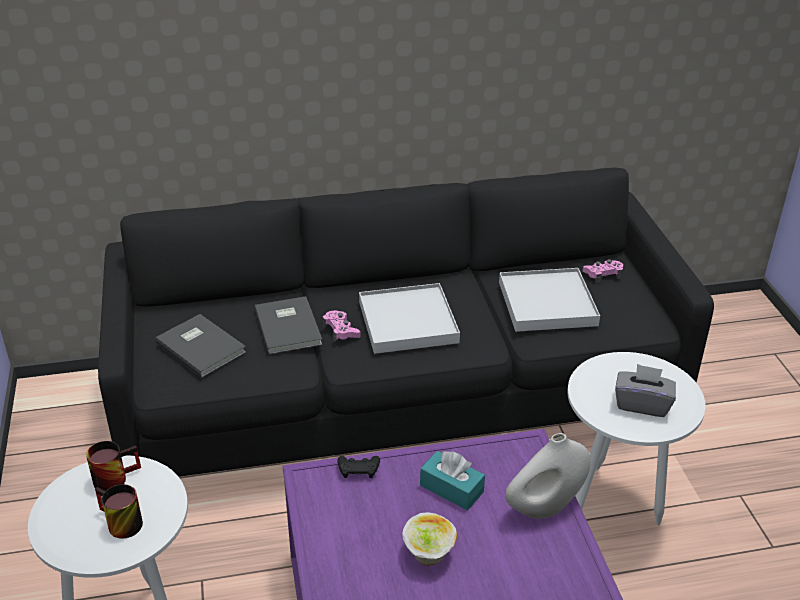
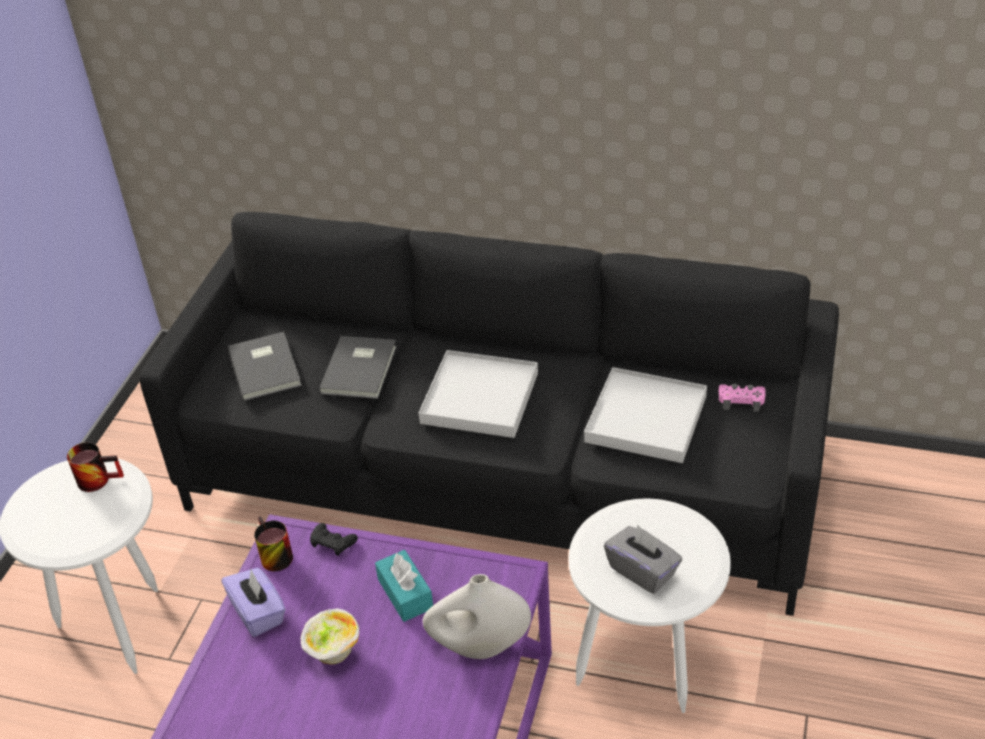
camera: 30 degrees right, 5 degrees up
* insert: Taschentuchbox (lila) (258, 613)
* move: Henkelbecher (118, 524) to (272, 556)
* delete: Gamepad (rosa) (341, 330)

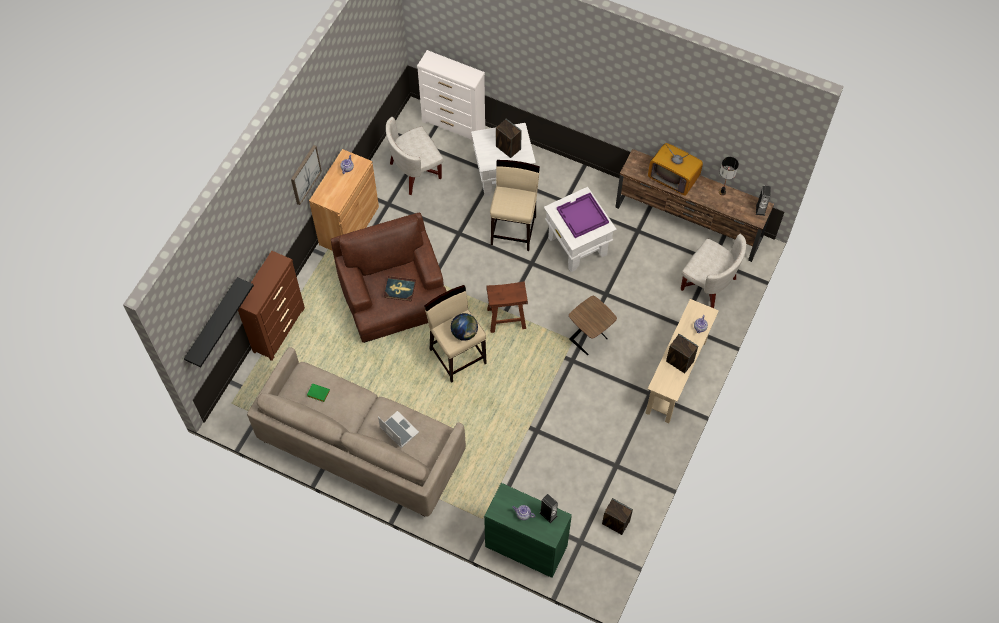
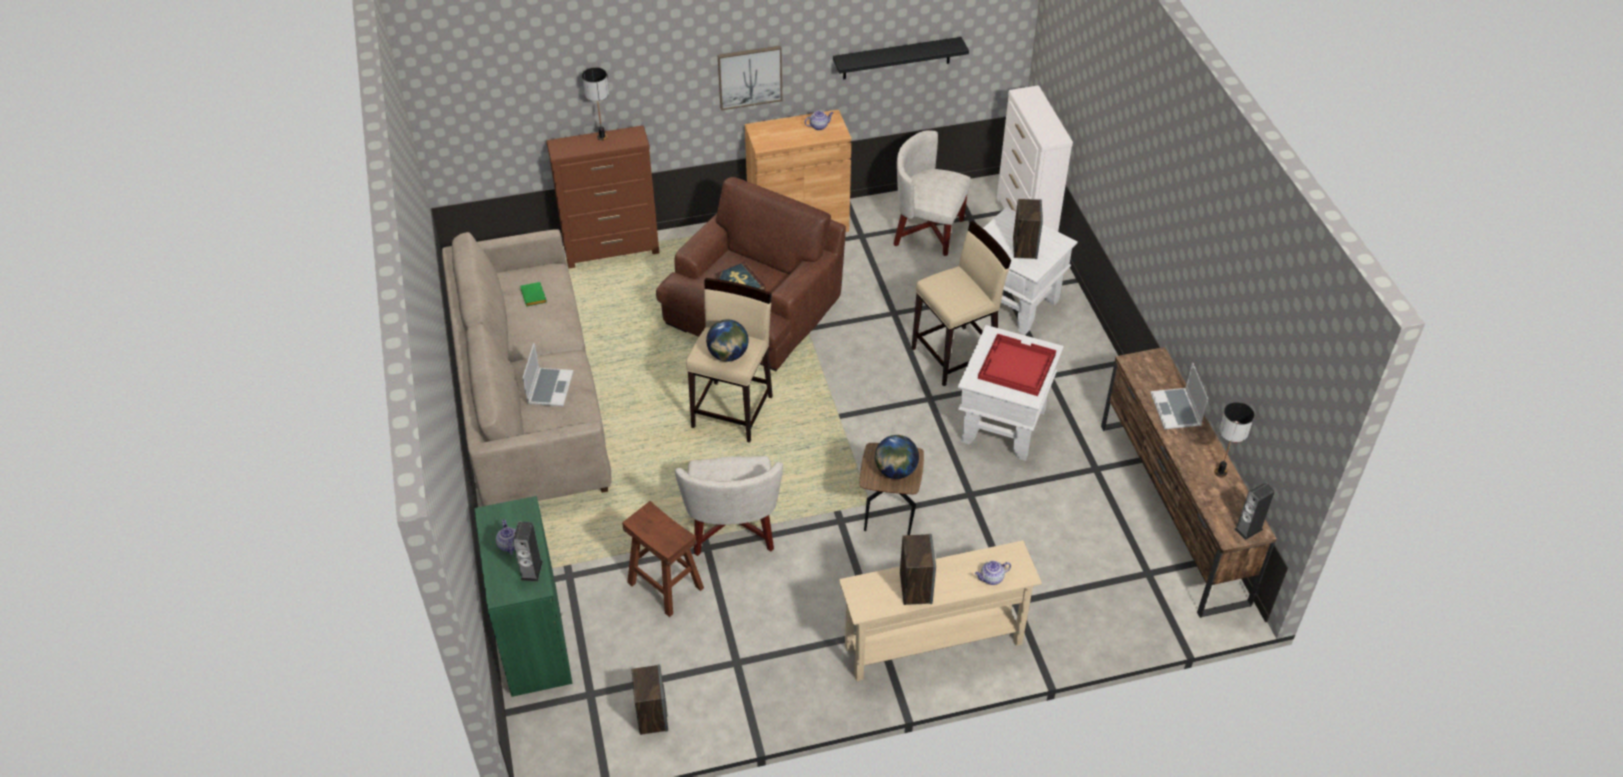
camera: 50 degrees right, 15 degrees down
* insert: Tischlampe (602, 137)
* move: Hocker (braun) (506, 319) to (665, 585)
* move: Sessel (weiß) (708, 285) to (732, 528)
* move: Wandregal (schwarz) (212, 322) to (897, 58)
* insert: Globus (895, 471)
* recolor: Tablett (lila) (582, 216) to Tablett (rot) (1016, 366)
* replace: Fernseher (673, 177) to Laptop (1176, 410)

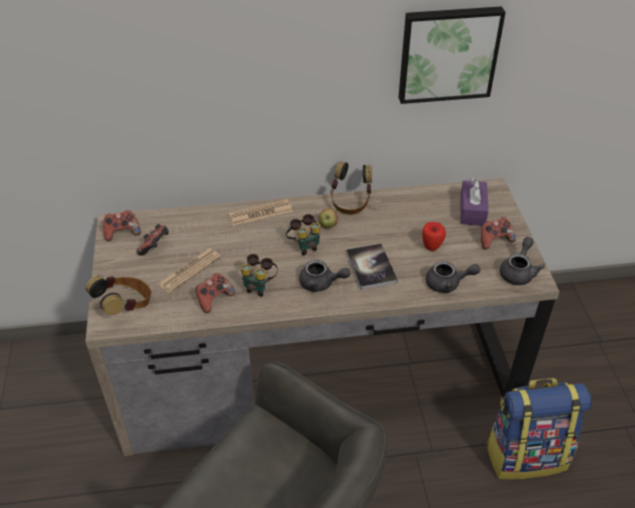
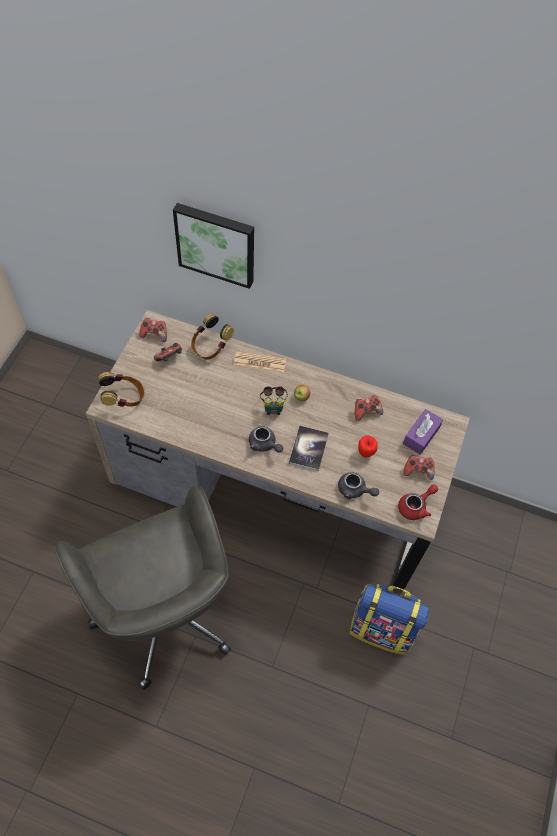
camera: 25 degrees right, 15 degrees up
* move: Bild (448, 53) to (216, 243)
* move: Kopfhörer (350, 202) to (210, 347)
* move: Gamepad (214, 299) to (366, 411)
* recolor: Teekanne (grau) (518, 271) to Teekanne (rot) (415, 506)
* delete: Zeitung (189, 270)
* delete: Fernglas (259, 286)

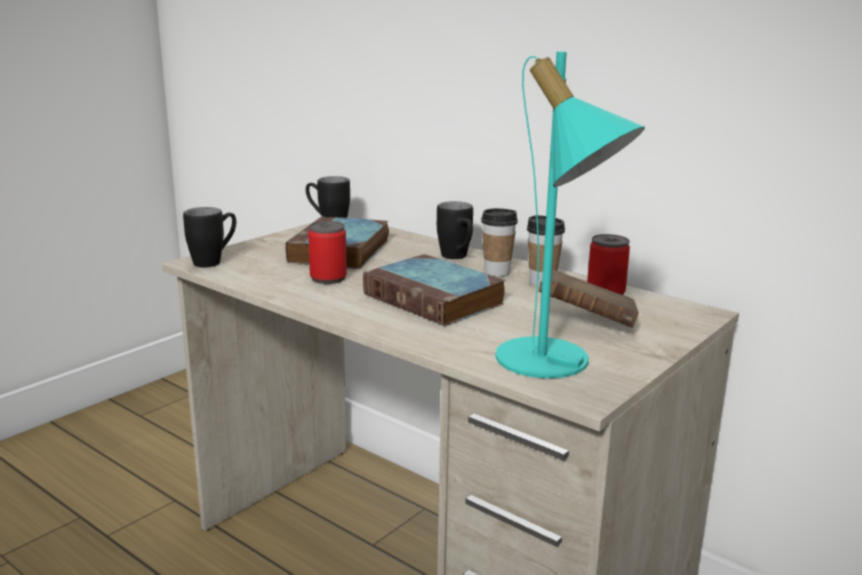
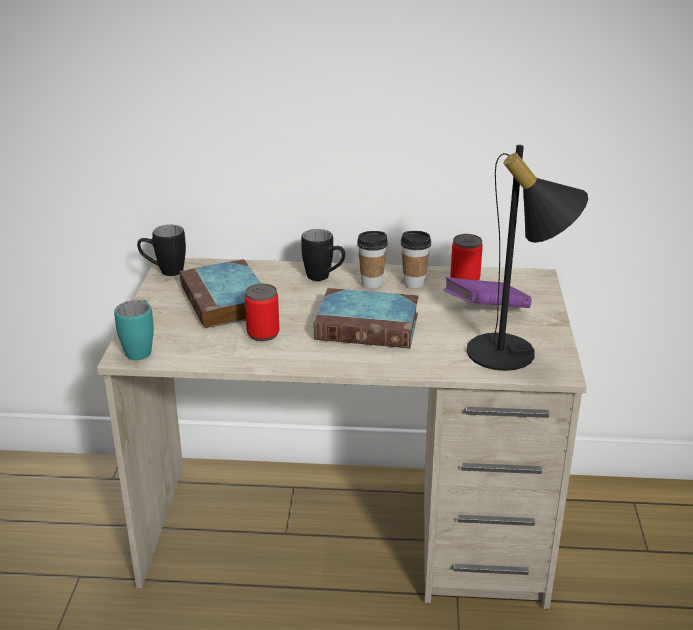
camera: 35 degrees left, 10 degrees up
* recolor: Henkelbecher (schwarz) (214, 261) to Henkelbecher (türkis) (141, 349)
* recolor: Buch (braun) (585, 322) to Buch (lila) (485, 311)
* recolor: Tischlampe (türkis) (555, 365) to Tischlampe (schwarz) (514, 354)

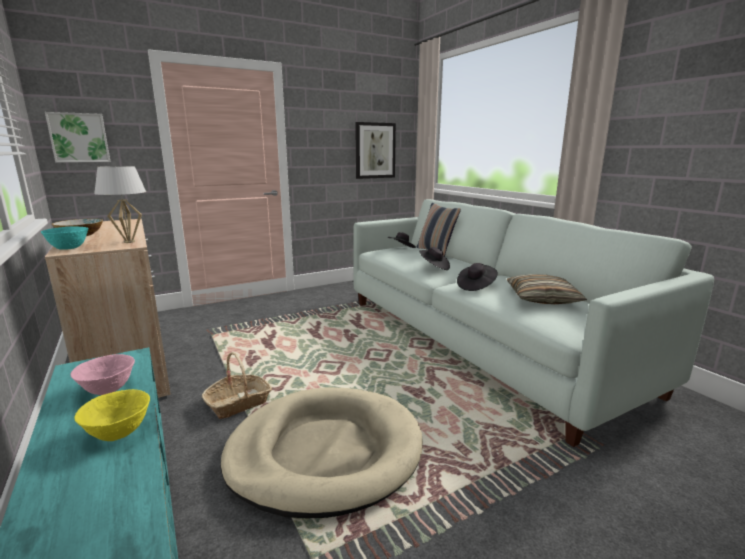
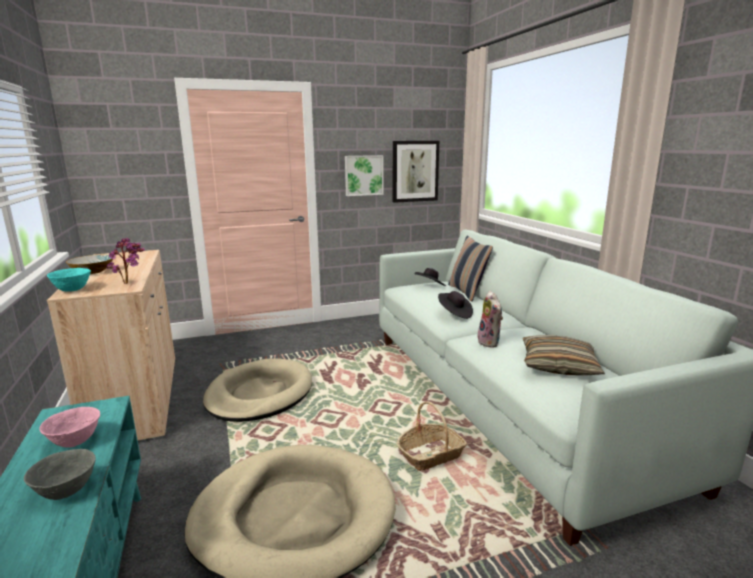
camera: 10 degrees right, 0 degrees up
* recolor: Schüssel (gelb) (119, 433) to Schüssel (grau) (66, 491)
* replace: Tischlampe (weiß) (129, 242) to Topfpflanze (130, 283)
* insert: Hundebett (beige) (259, 394)
* move: Bild (79, 138) to (363, 175)
* move: Korb (238, 403) to (431, 455)
* replace: Hut (schwarz) (476, 286) to Plüschtier (490, 342)

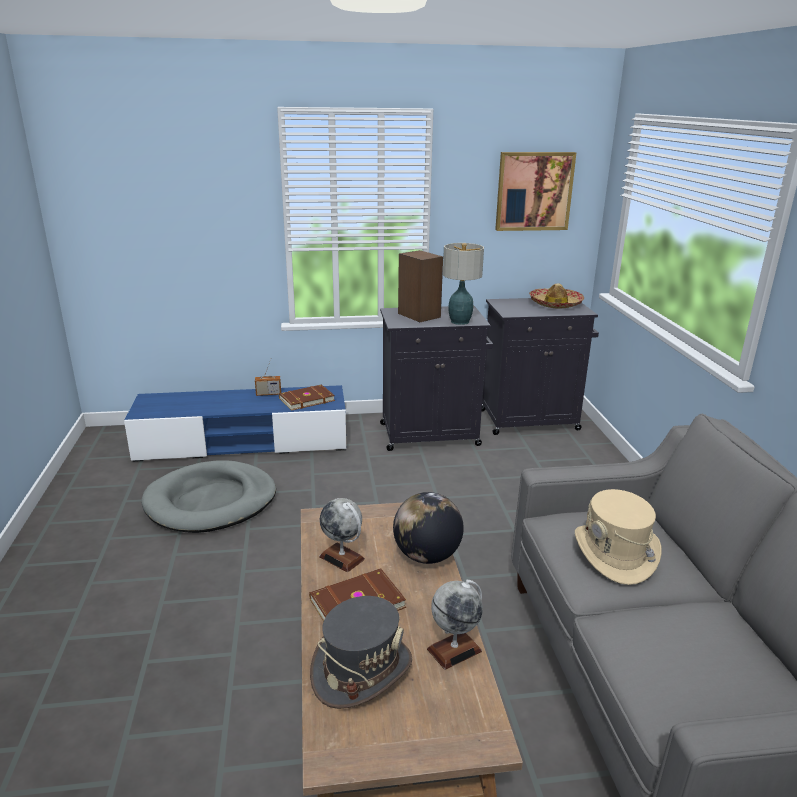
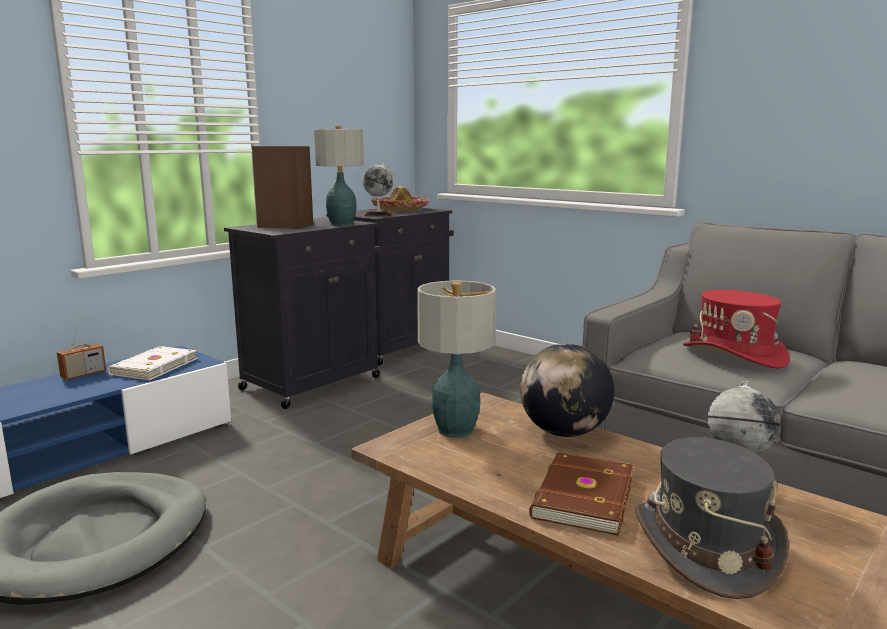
camera: 40 degrees left, 10 degrees down
* recolor: Buch (braun) (306, 399) to Buch (weiß) (153, 366)
* move: Globus (342, 558) to (378, 215)
* insert: Tischlampe (456, 430)
* recolor: Hut (beige) (615, 554) to Hut (rot) (734, 355)
* delete: Bild (534, 191)

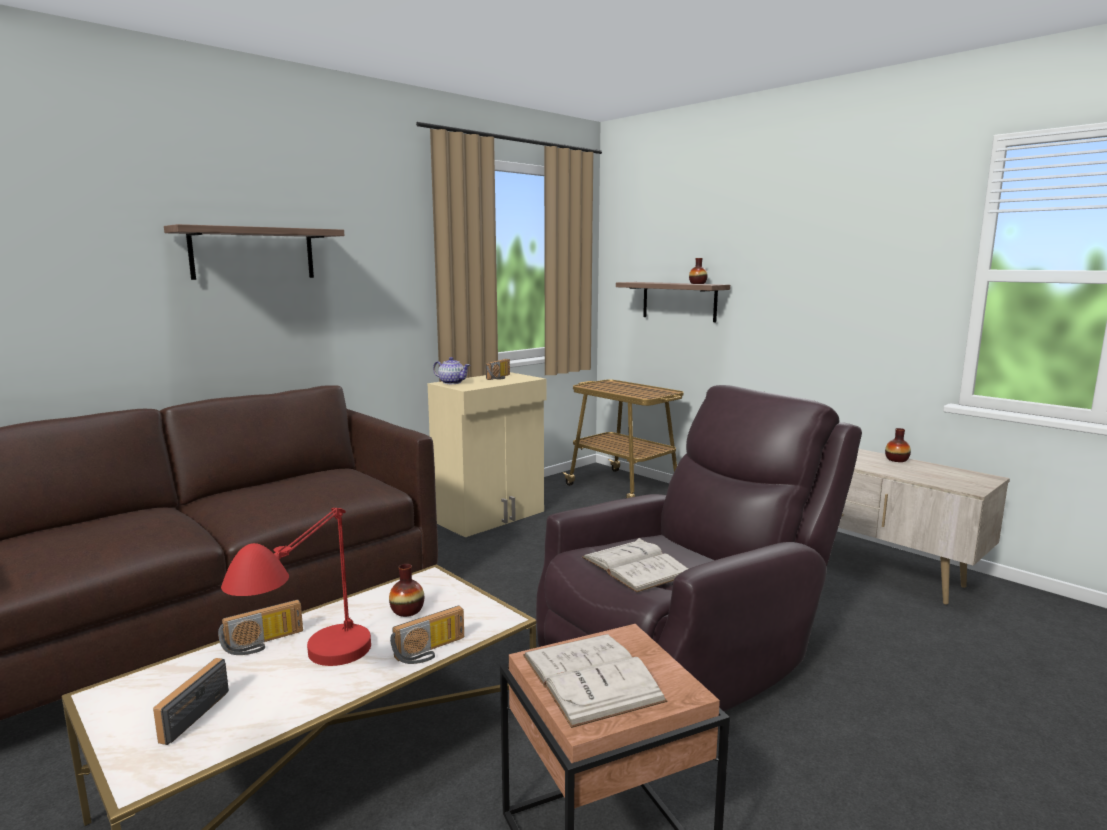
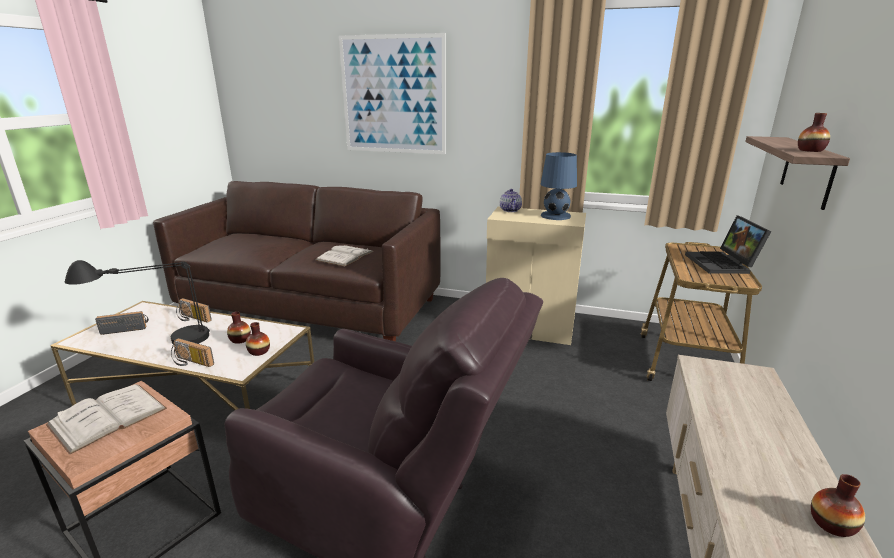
camera: 60 degrees right, 10 degrees up
* recolor: Tischlampe (rot) (314, 680) to Tischlampe (schwarz) (156, 343)
* insert: Vase (259, 351)
* move: Buch (weiß) (635, 566) to (345, 256)
* replace: Wandregal (253, 253) to Bild (393, 95)
* replace: Radio (500, 377) to Tischlampe (blau) (556, 216)
* insert: Laptop (723, 264)

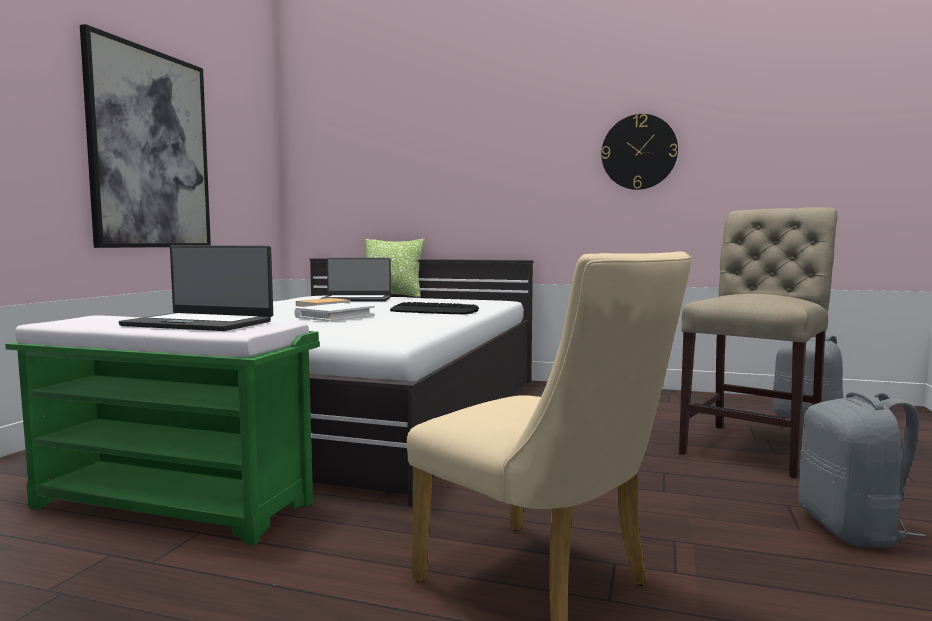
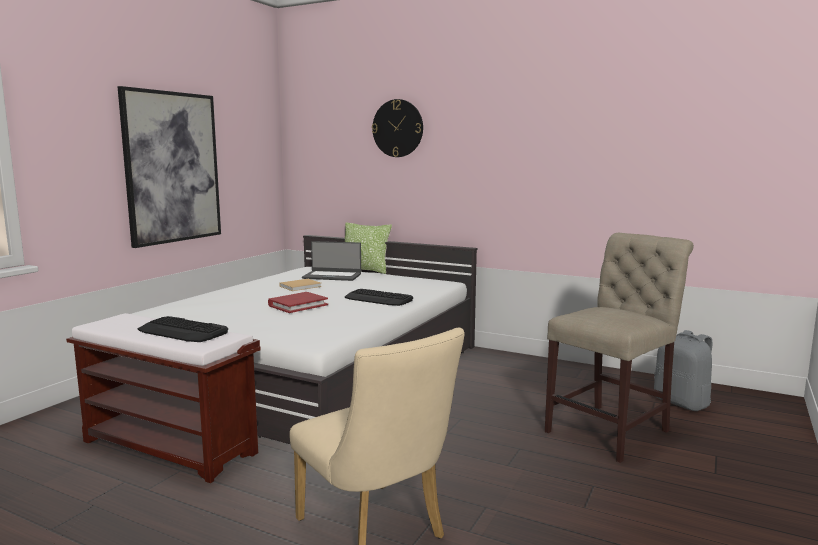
camera: 10 degrees right, 5 degrees up
* recolor: Bank (grün) (175, 504) to Bank (braun) (171, 447)
* replace: Laptop (200, 323) to Tastatur (183, 331)
* recolor: Buch (weiß) (335, 316) to Buch (rot) (298, 305)
* move: Wanduhr (639, 152) to (397, 128)
* delete: Rucksack (grau) (853, 530)

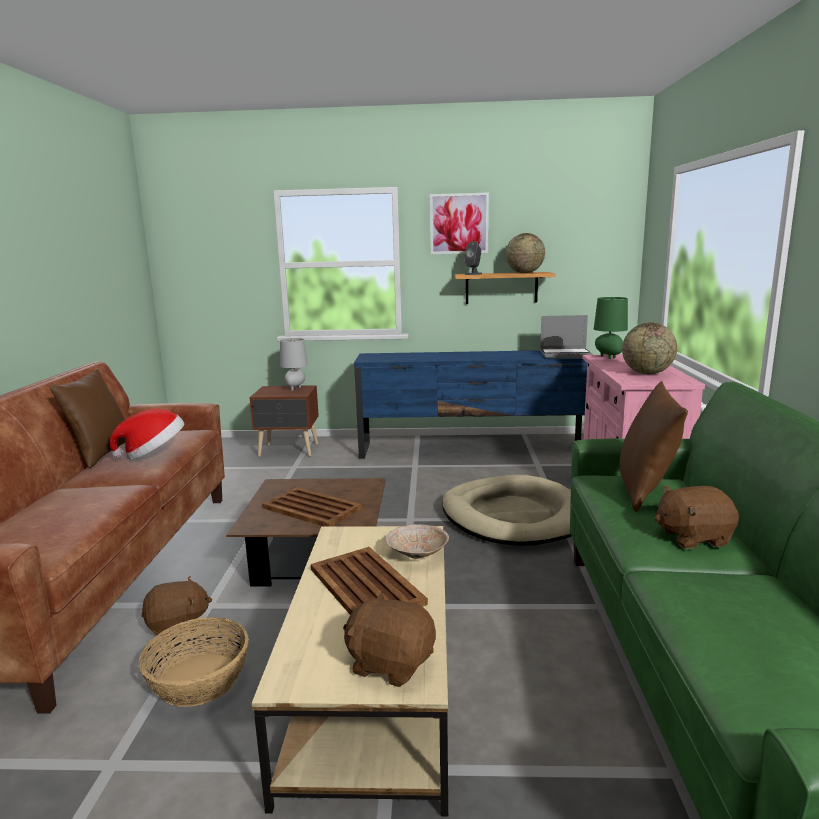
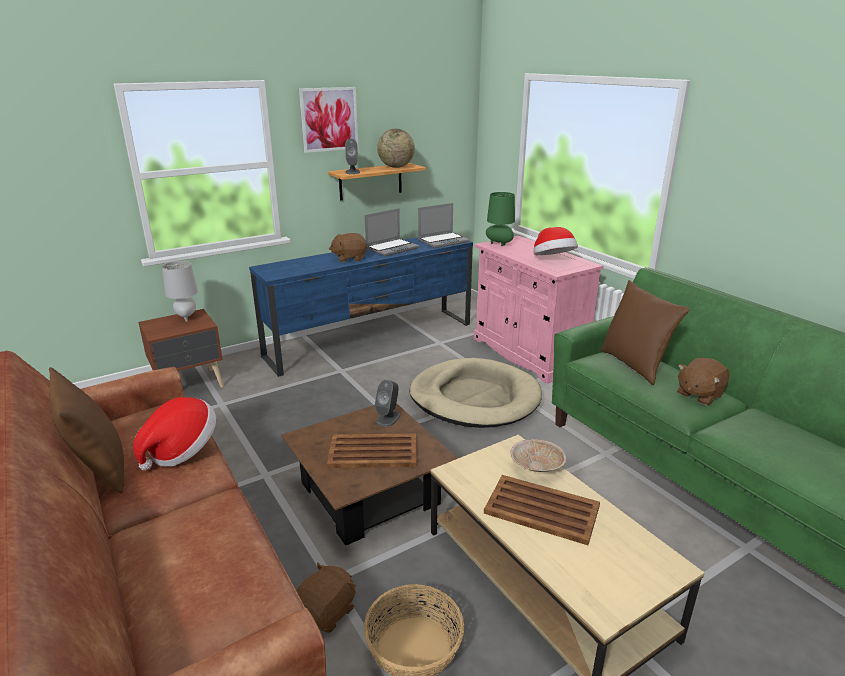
camera: 35 degrees left, 10 degrees up
* move: Plüschtier (braun) (390, 663) to (349, 258)
* insert: Laptop (392, 248)
* insert: Lautsprecher (grau) (388, 418)
* replace: Globus (647, 373) to Hut (553, 260)

